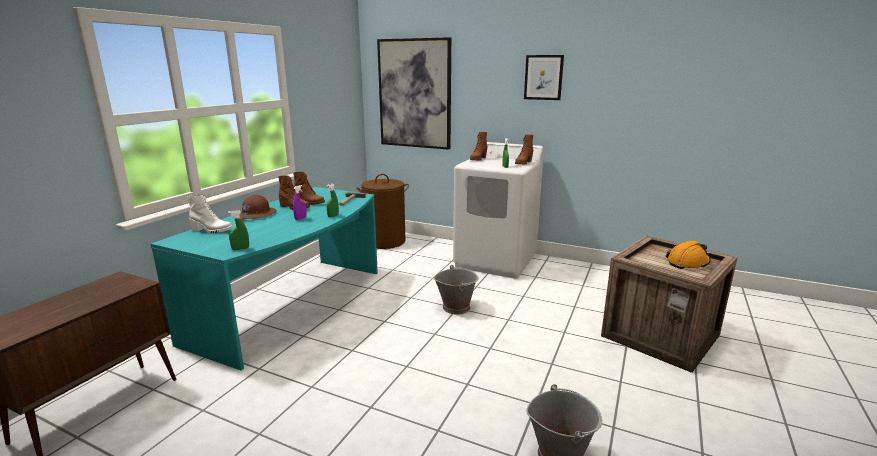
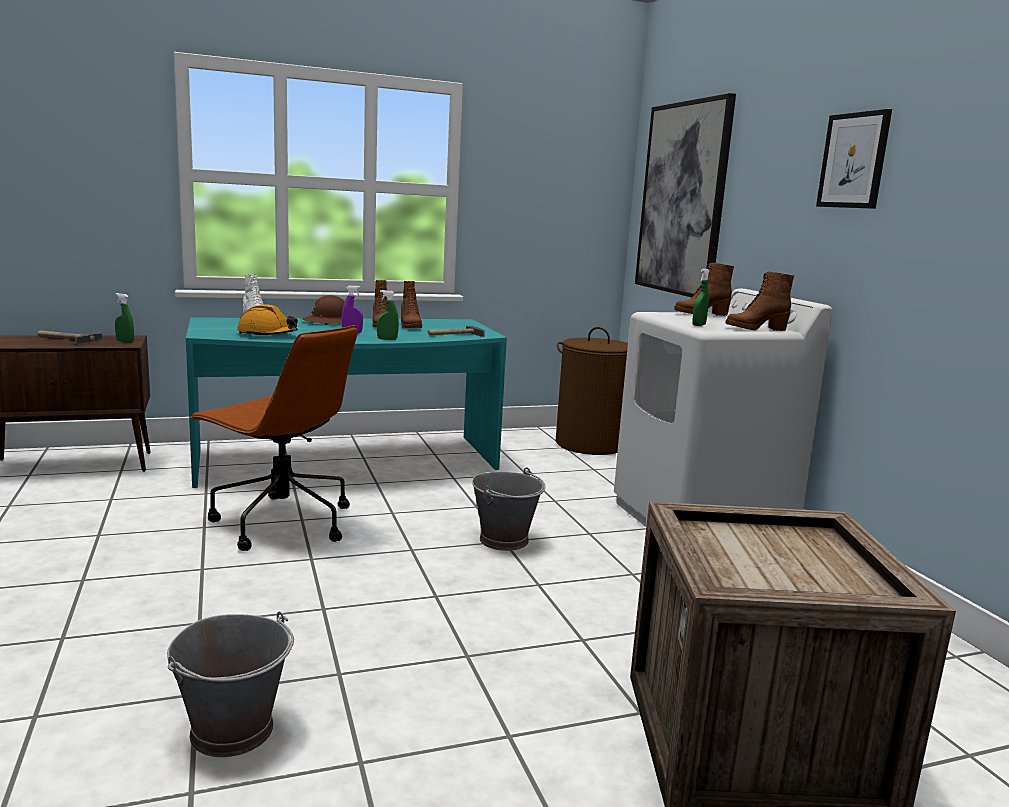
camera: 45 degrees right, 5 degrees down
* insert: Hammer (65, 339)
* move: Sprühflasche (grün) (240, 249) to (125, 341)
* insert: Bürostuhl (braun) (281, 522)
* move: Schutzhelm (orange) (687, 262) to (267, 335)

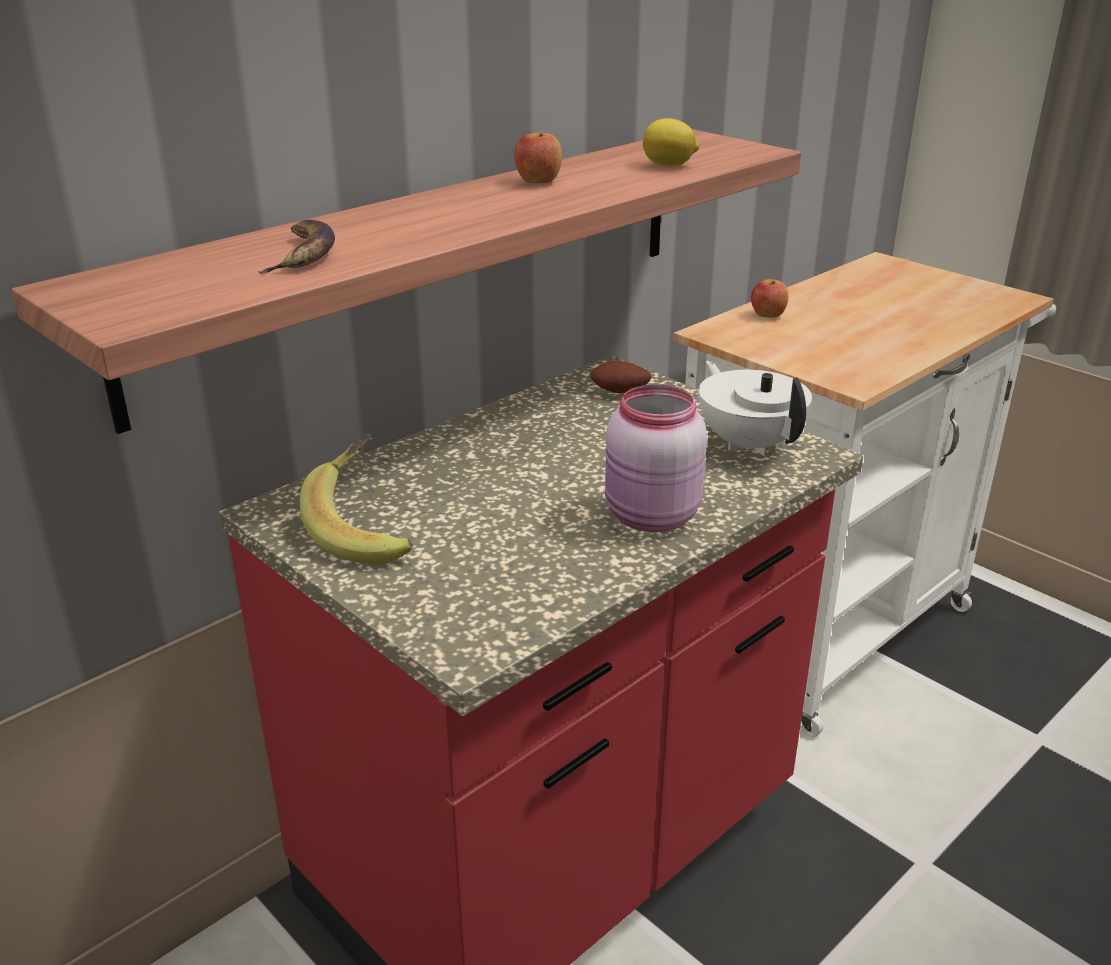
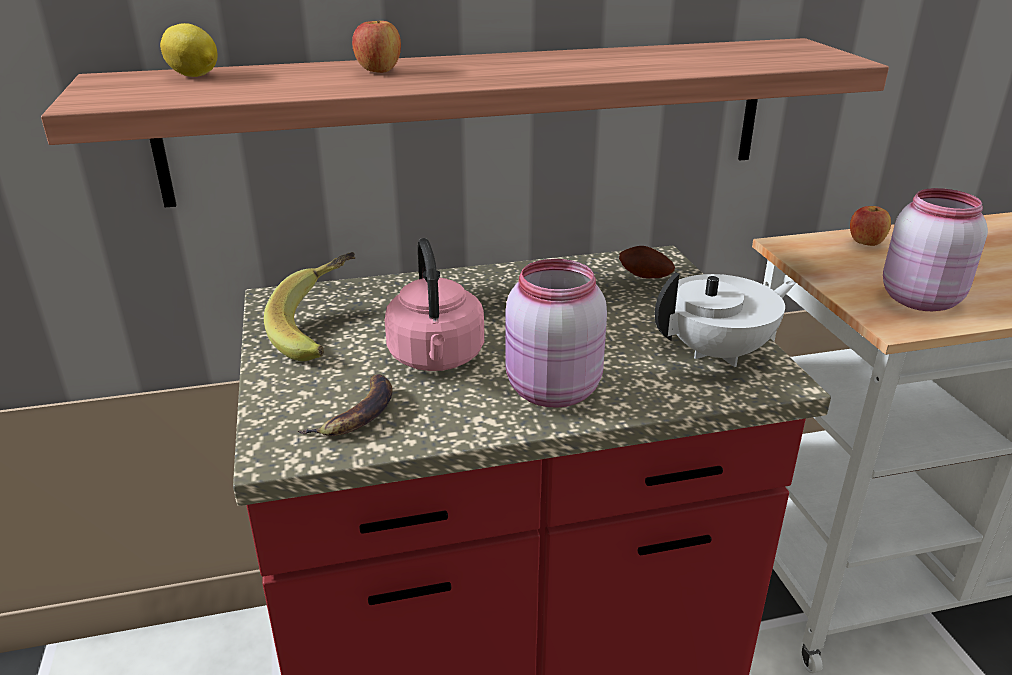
camera: 30 degrees right, 0 degrees up
* move: Zitrone (669, 165) to (194, 76)
* move: Banane (302, 254) to (357, 413)
* move: Apfel (538, 182) to (378, 71)
* insert: Wasserkessel (rosa) (437, 359)
* rotate: Teekanne (weiß) (749, 443) = (718, 352) 60 degrees clockwise
* insert: Vorratsglas (rosa) (918, 299)

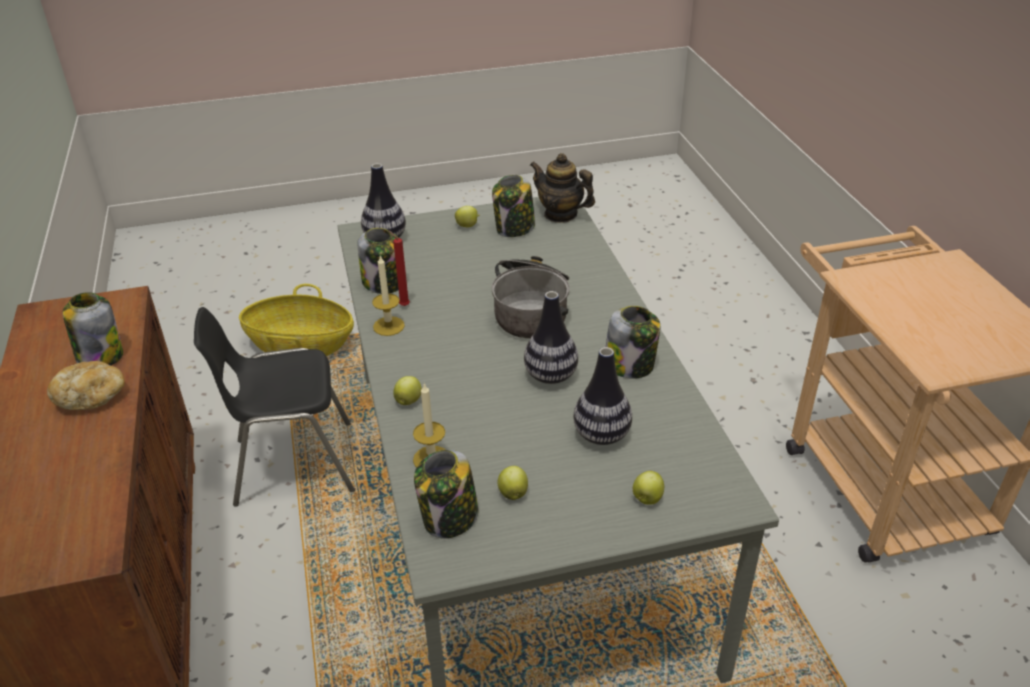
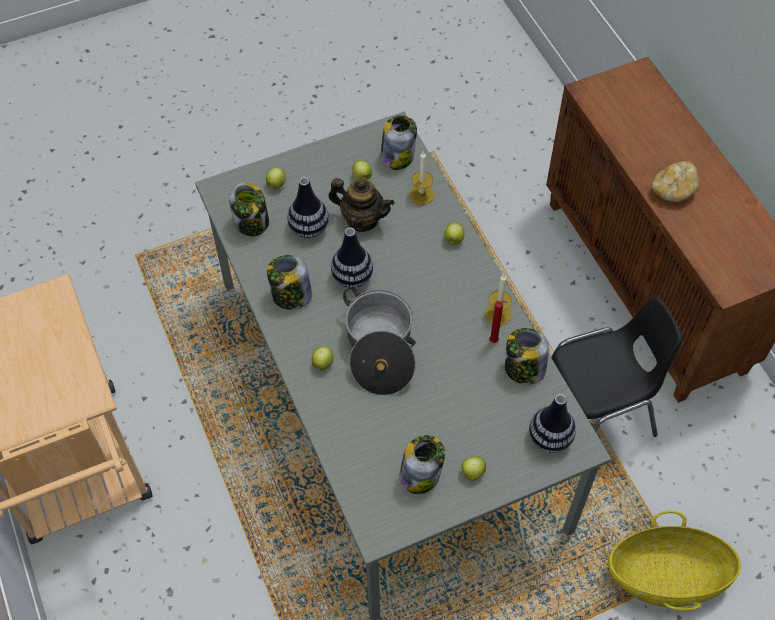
camera: 170 degrees right, 20 degrees up
* move: Vorratsglas (100, 356) to (252, 222)
* insert: Apfel (323, 363)
* move: Teekanne (561, 214) to (362, 219)

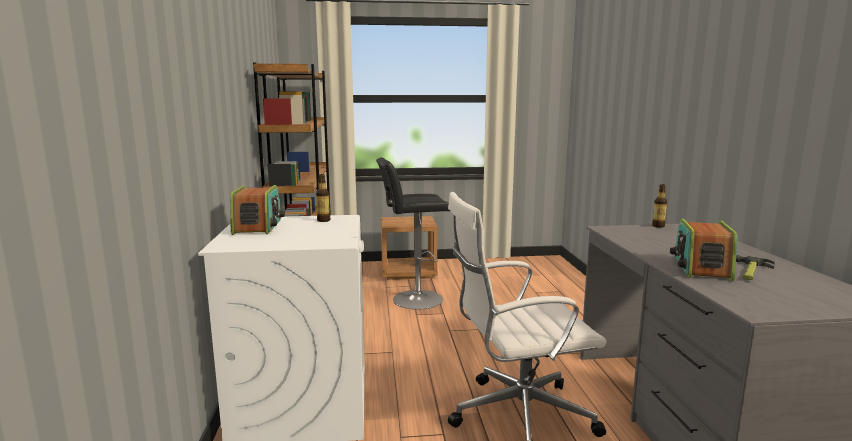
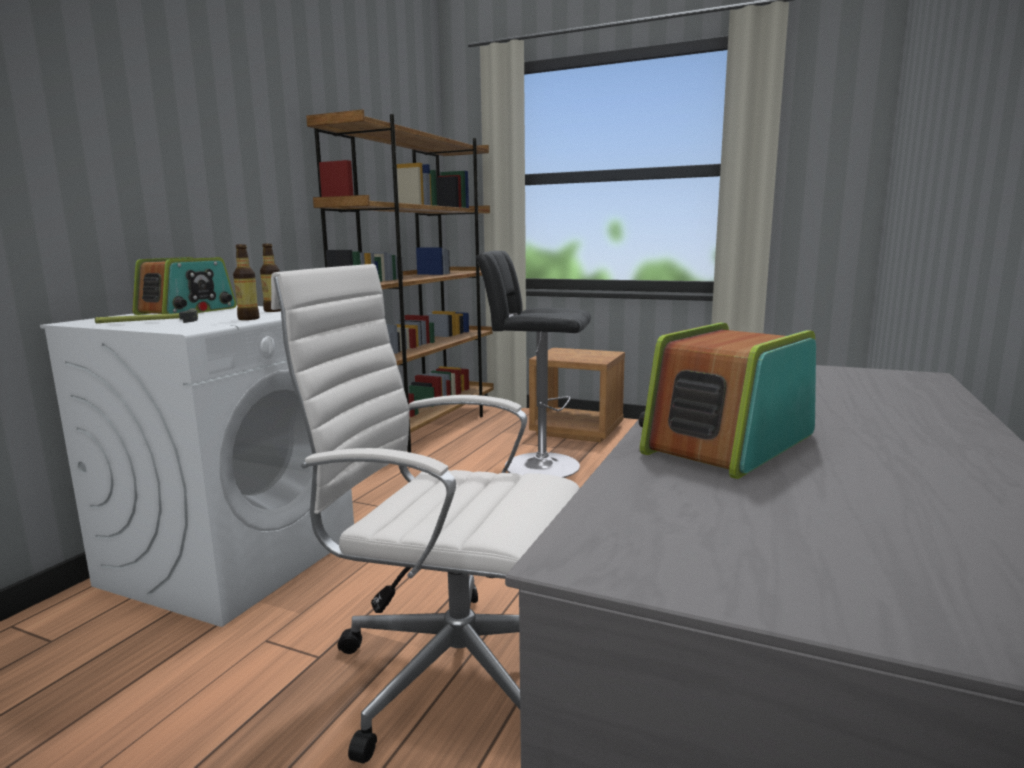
camera: 30 degrees right, 0 degrees up
* move: Hammer (750, 272) to (148, 322)
* move: Flasche (658, 226) to (248, 319)

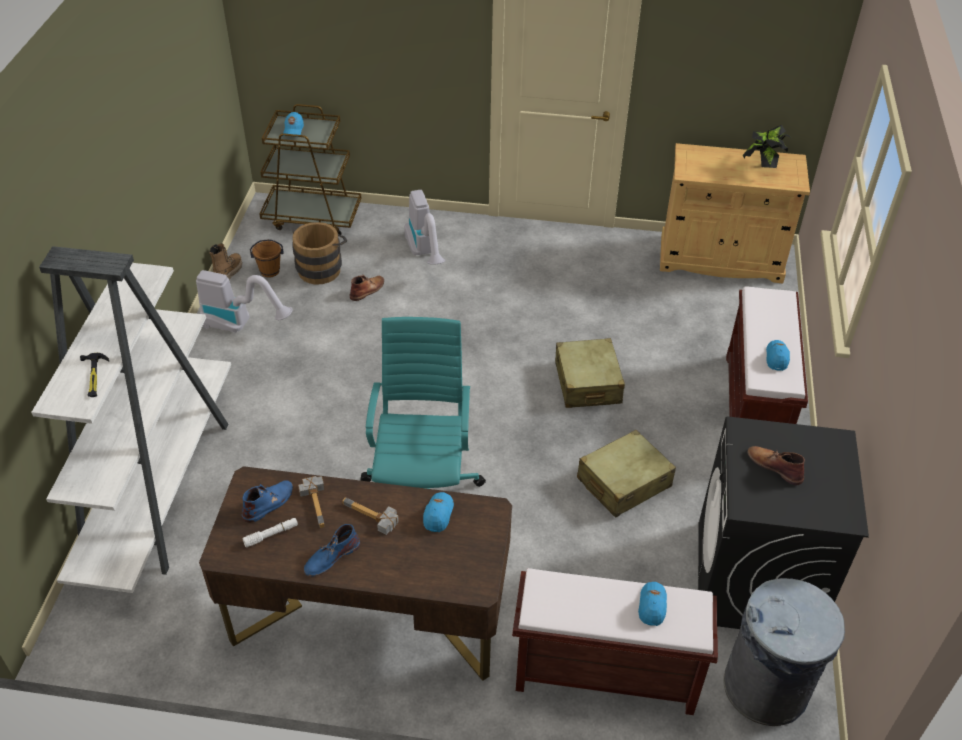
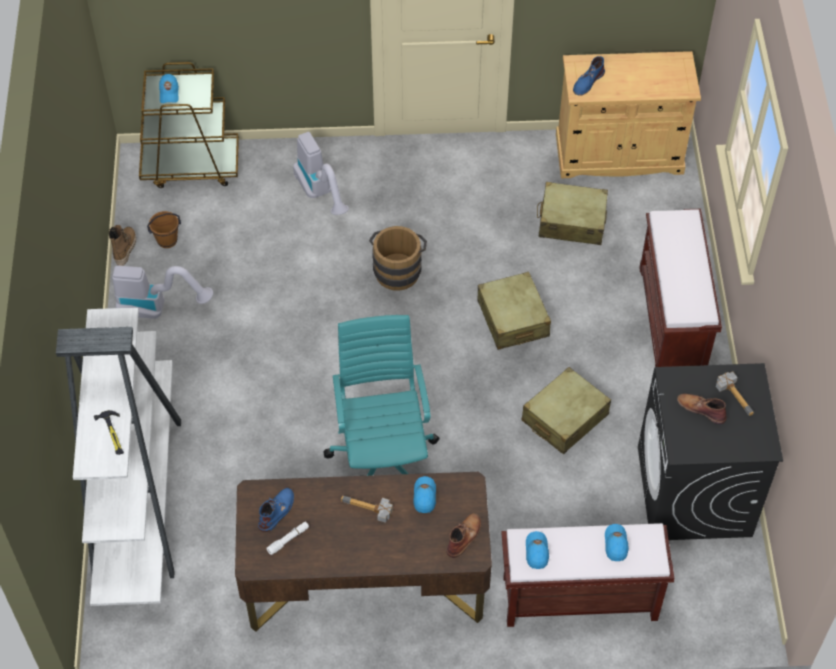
camera: 10 degrees left, 10 degrees up
* move: Eimer (braun) (321, 268) to (398, 269)
* move: Stiefel (braun) (368, 290) to (464, 536)
* move: Kappe (blau) (777, 357) to (537, 552)
* insert: Koffer (beige) (571, 221)
* move: Stiefel (blau) (331, 557) to (588, 82)
* move: Hammer (319, 503) to (737, 394)
* delete: Mülleimer (grau) (766, 688)
* delete: Topfpflanze (763, 167)

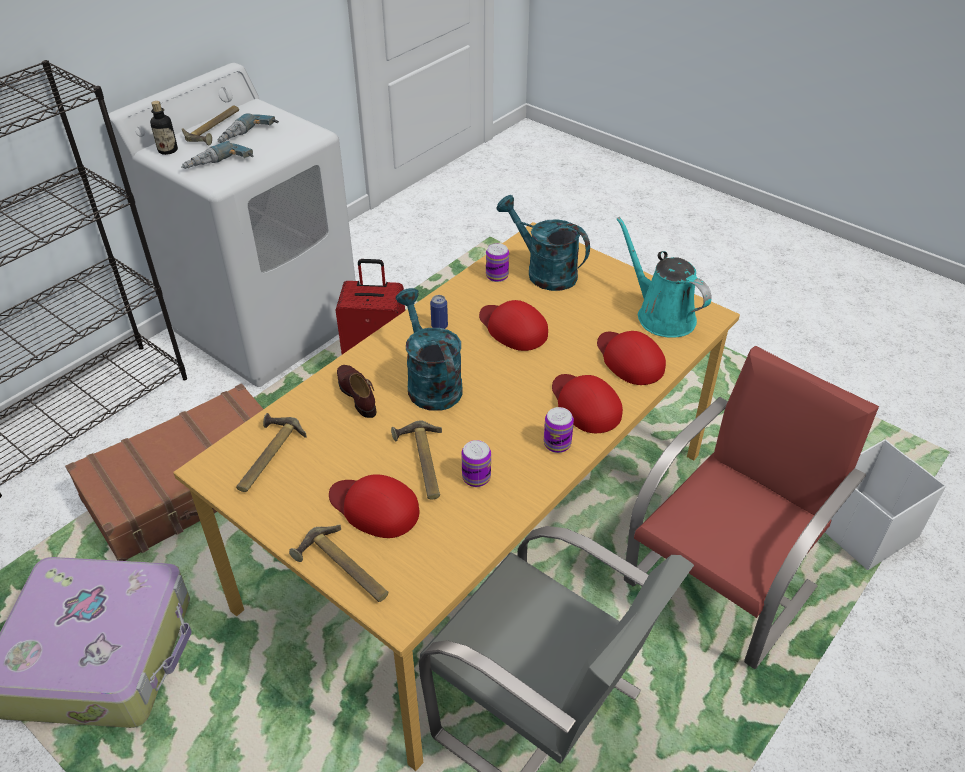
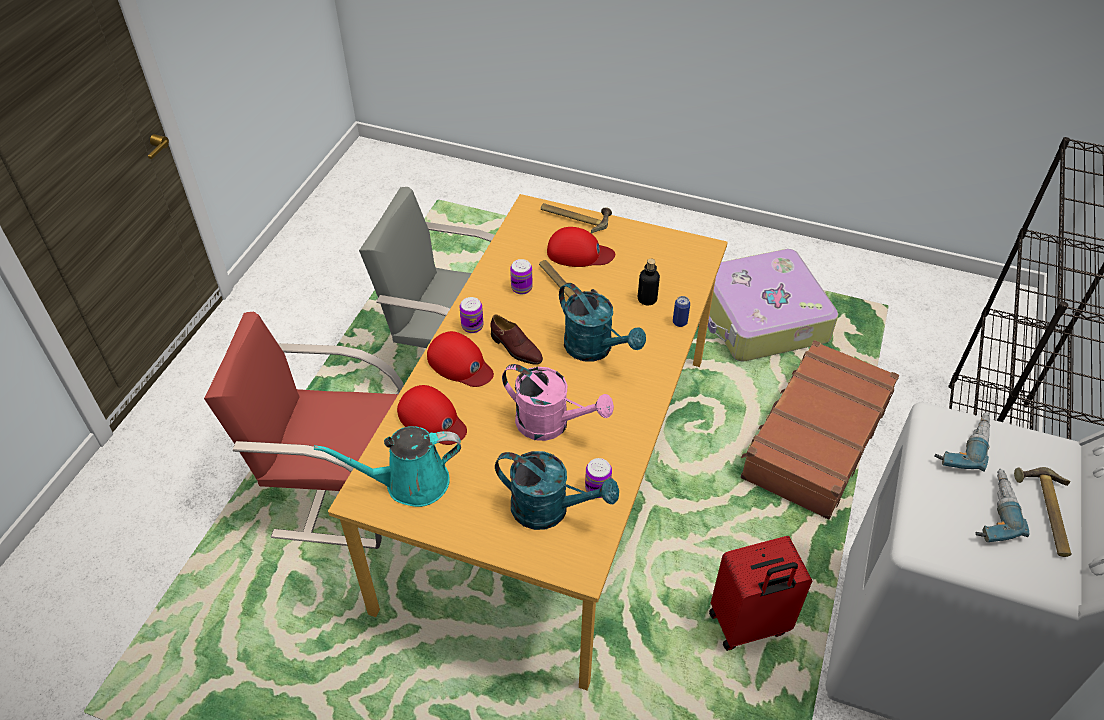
camera: 160 degrees right, 5 degrees up
* rotate: Stuhl (rot) (722, 583) = (339, 488) 75 degrees clockwise
* rotate: Gießkanne (türkis) (661, 315) = (410, 483) 135 degrees clockwise
* move: Schuh (braun) (357, 394) to (516, 348)
* replace: Kappe (rot) (512, 328) to Gießkanne (rosa) (551, 424)
* move: Flasche (168, 150) to (647, 299)
* move: Dose (439, 326) to (679, 322)
* delete: Hammer (266, 456)
* delete: Aufbewahrungsbox (weiß) (862, 530)

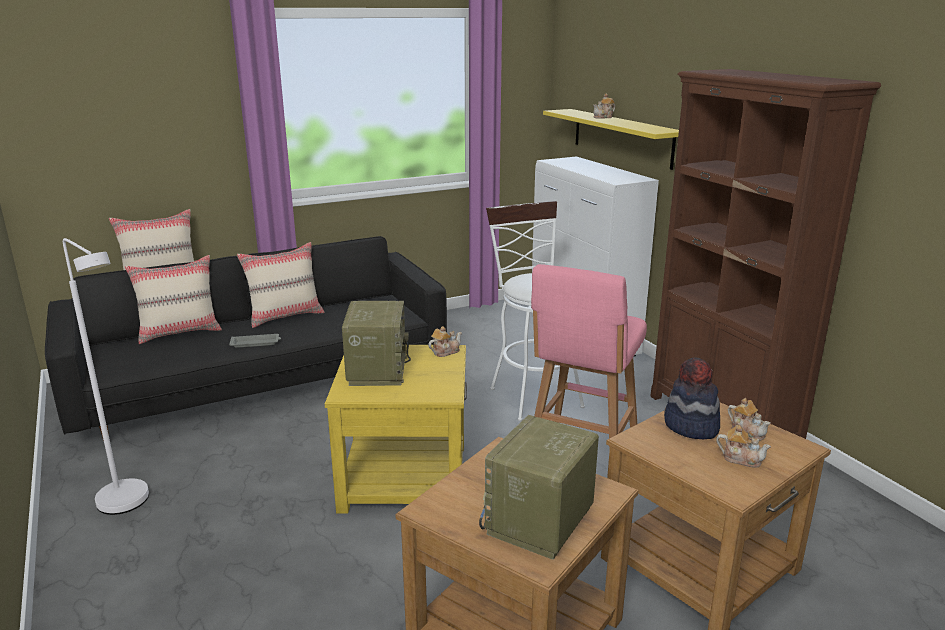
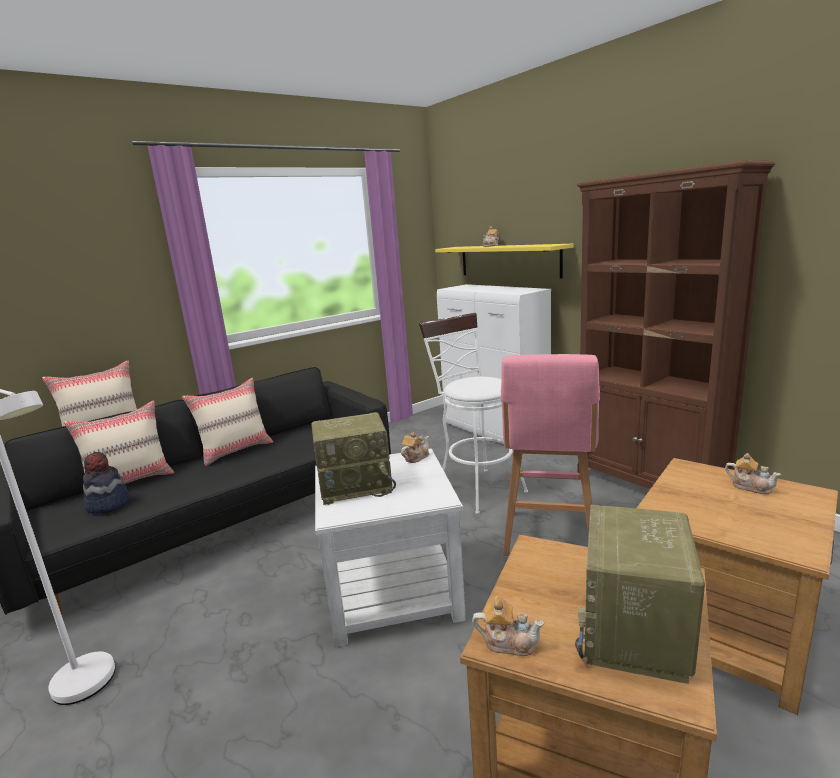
camera: 10 degrees left, 5 degrees down
* move: Hut (690, 426) to (108, 504)
* rotate: Radio (377, 370) = (356, 485) 90 degrees clockwise
* recolor: Beistelltisch (gelb) (405, 477) to Beistelltisch (weiß) (393, 590)
* move: Teekanne (741, 459) to (508, 642)
* delete: Tablett (grau) (256, 343)

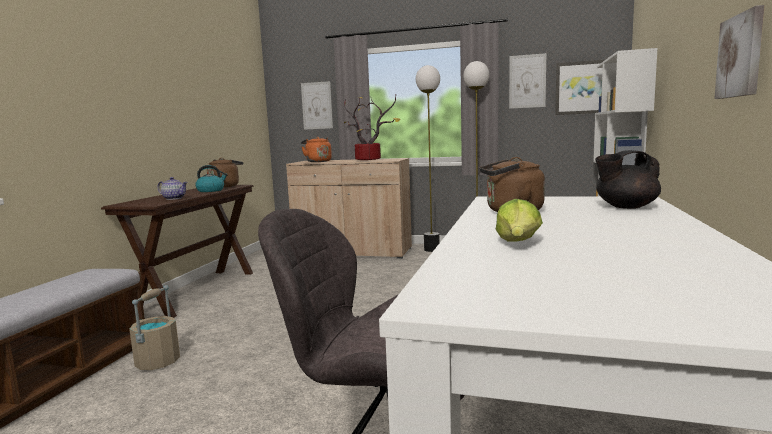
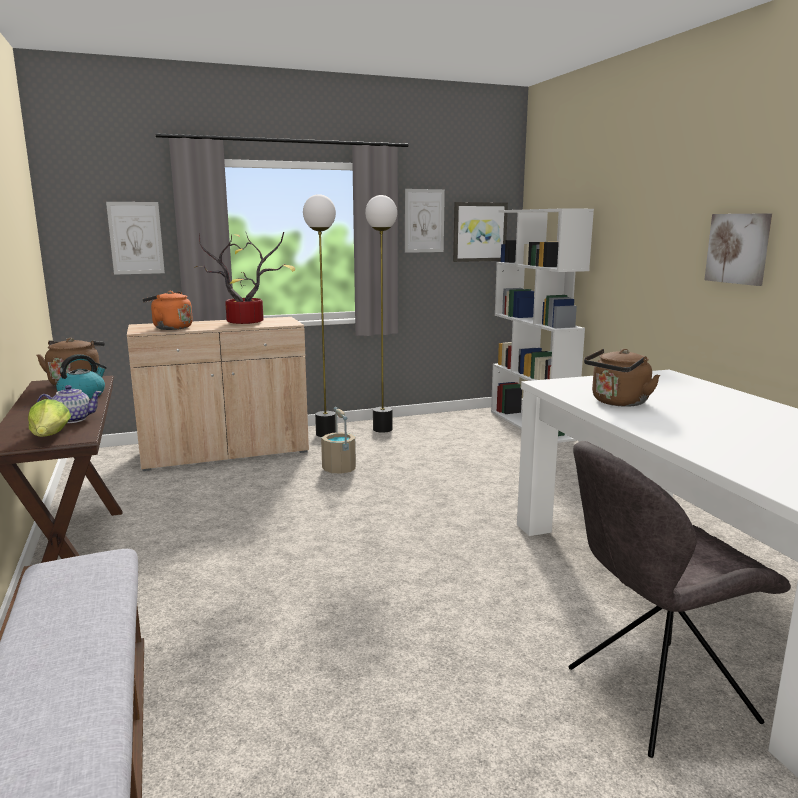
camera: 35 degrees left, 5 degrees up
* move: Salatkopf (519, 243) to (50, 436)
* move: Eimer (beige) (157, 362) to (339, 469)
* delete: Teekanne (schwarz) (625, 207)

